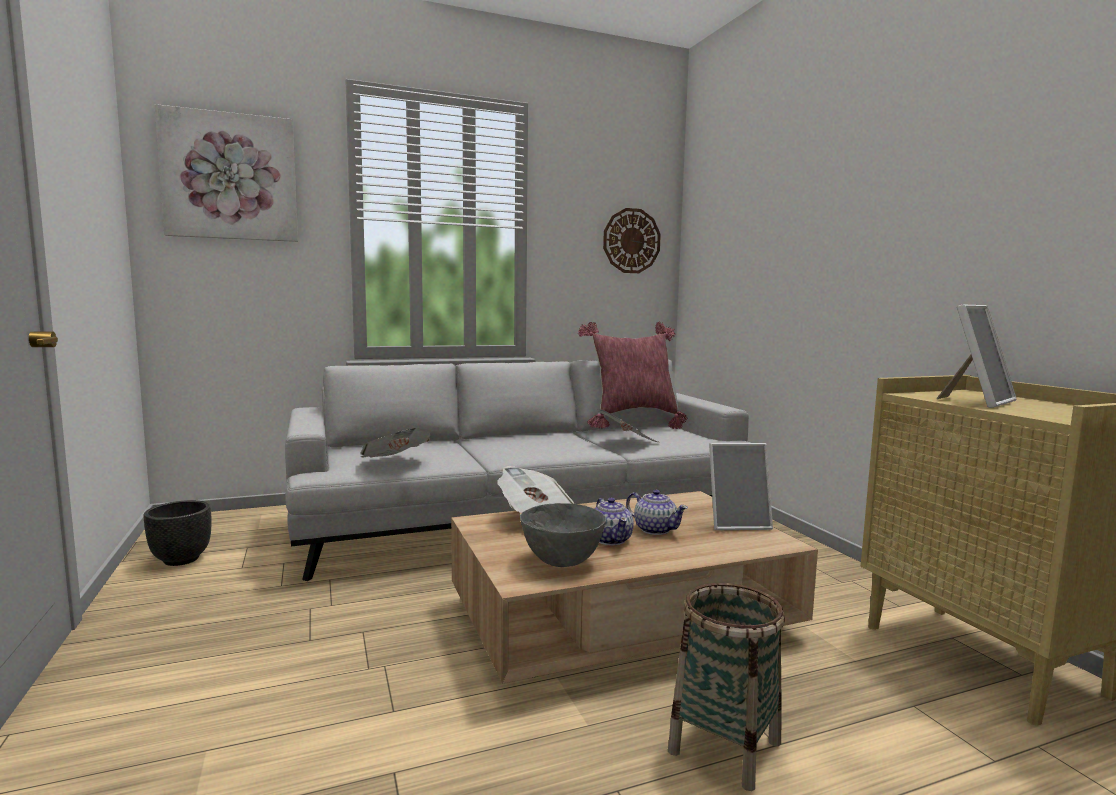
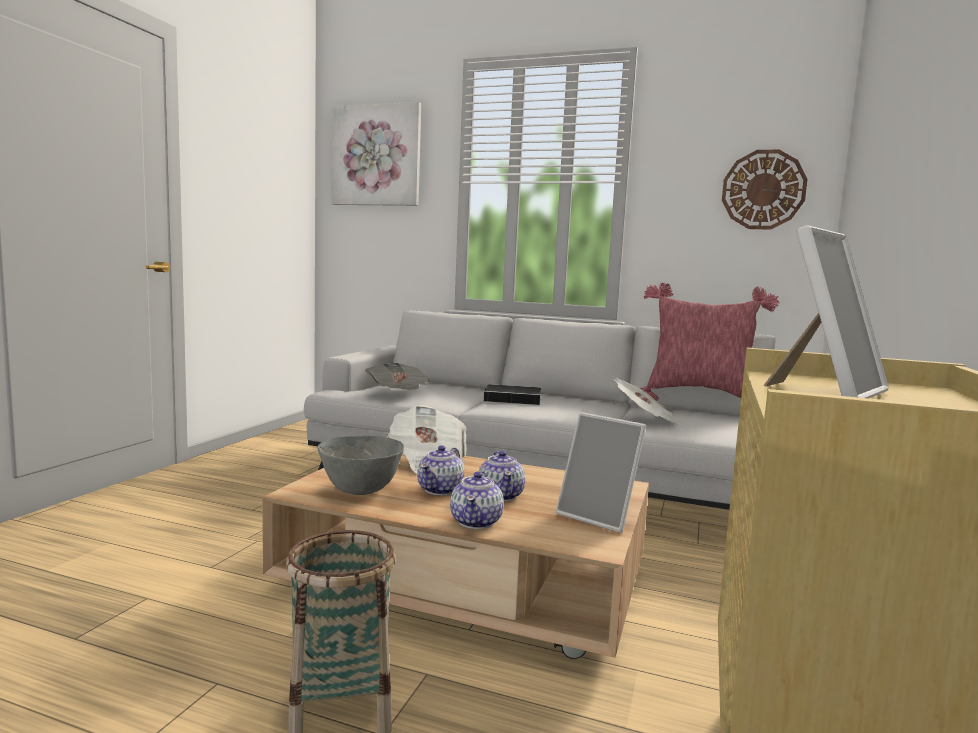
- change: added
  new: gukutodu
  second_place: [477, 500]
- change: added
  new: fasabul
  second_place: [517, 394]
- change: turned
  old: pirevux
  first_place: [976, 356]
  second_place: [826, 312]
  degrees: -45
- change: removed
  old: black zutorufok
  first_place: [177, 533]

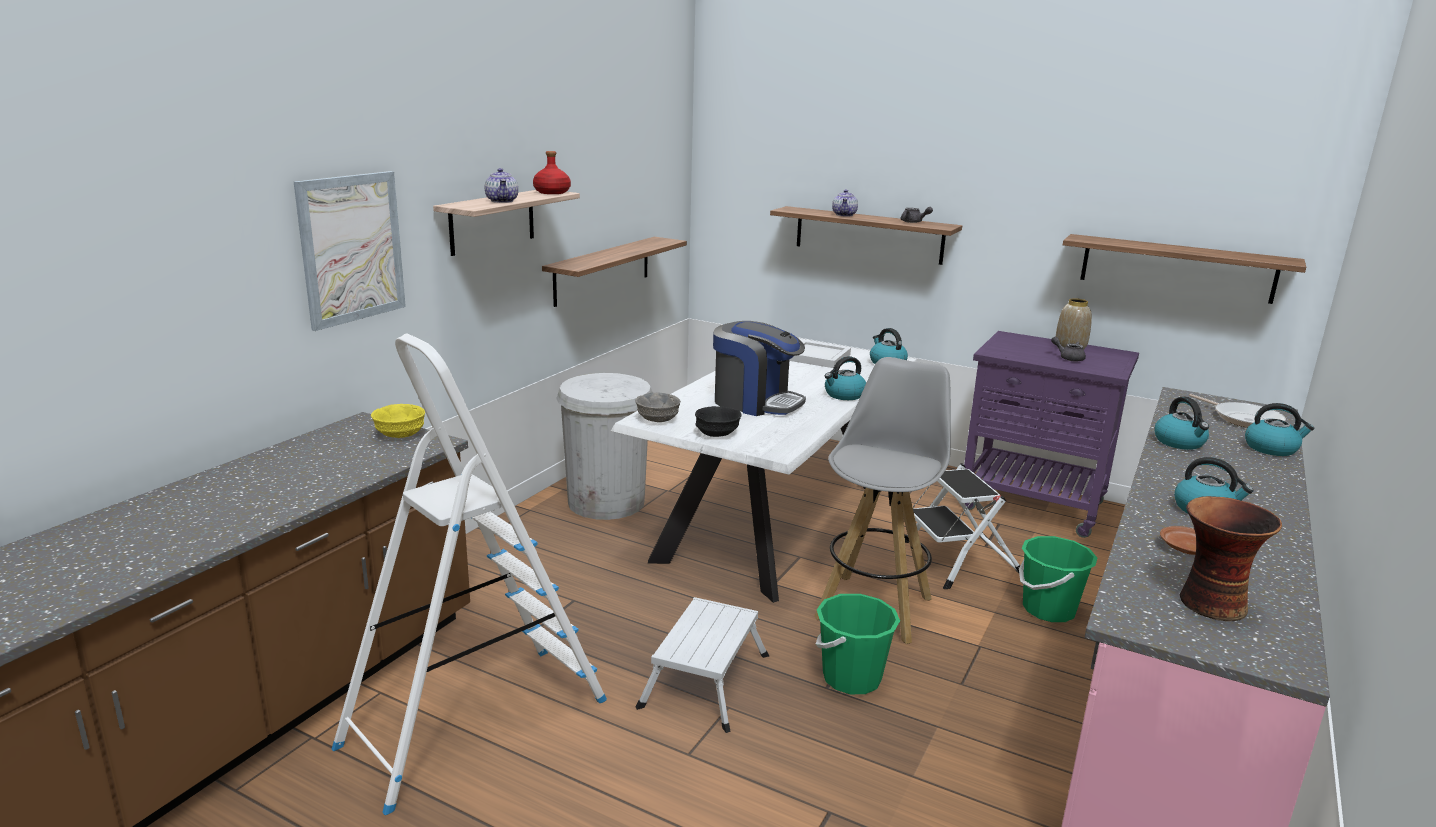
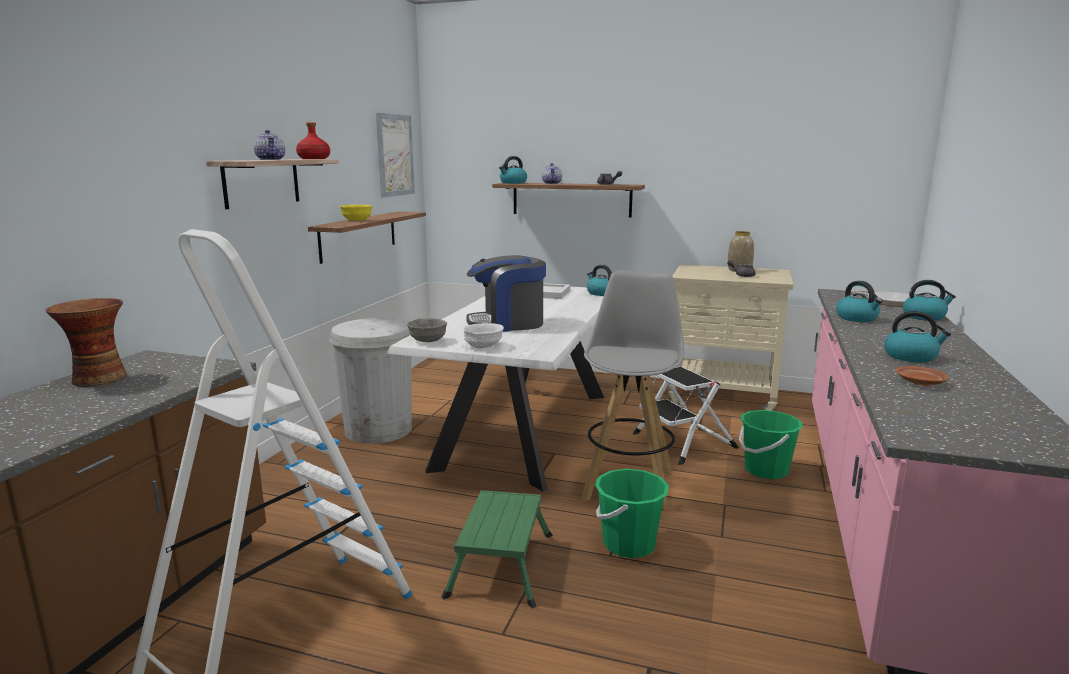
- change: moved
  old: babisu
  first_place: [1231, 558]
  second_place: [86, 342]
- change: moved
  old: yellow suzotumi
  first_place: [398, 421]
  second_place: [356, 212]
- change: moved
  old: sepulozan
  first_place: [350, 251]
  second_place: [395, 155]
- change: recoloured
  old: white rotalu
  new: green rotalu
  first_place: [702, 665]
  second_place: [497, 549]
- change: recoloured
  old: black suzotumi
  new: white suzotumi
  first_place: [718, 421]
  second_place: [483, 335]
- change: turned
  old: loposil
  first_place: [759, 368]
  second_place: [506, 293]
  degrees: 150
- change: moved
  old: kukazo
  first_place: [845, 378]
  second_place: [513, 170]
- change: recoloured
  old: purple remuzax
  new: beige remuzax
  first_place: [1051, 434]
  second_place: [730, 338]
- change: removed
  old: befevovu
  first_place: [1184, 269]

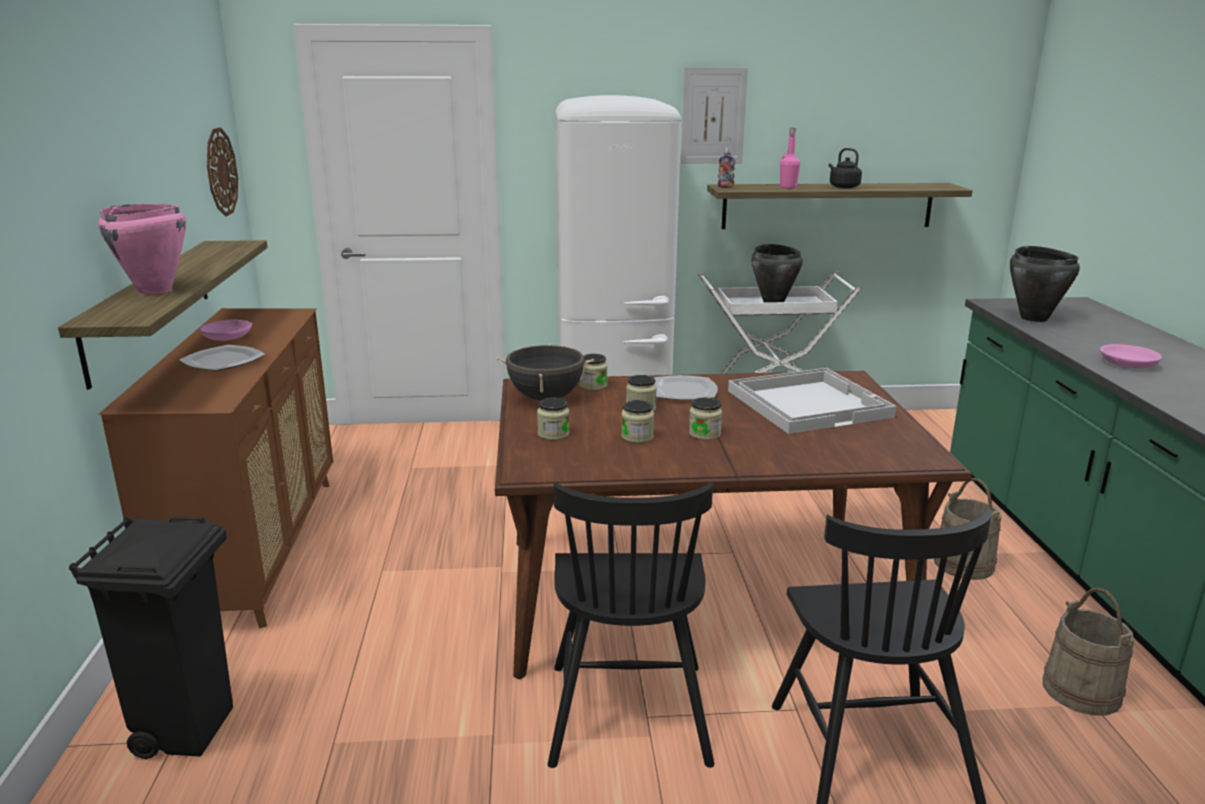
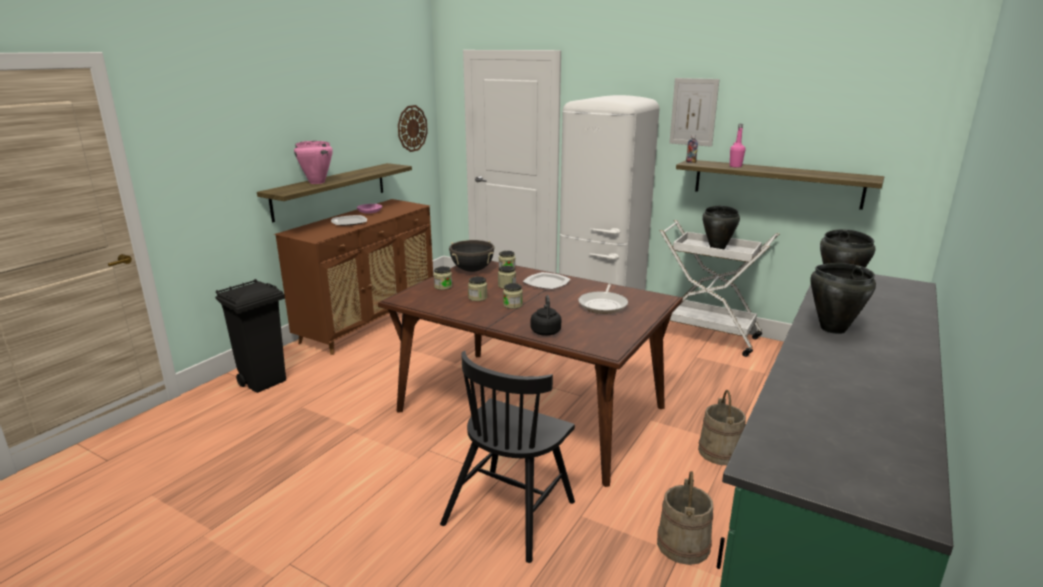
- change: moved
  old: black kukazo
  first_place: [845, 168]
  second_place: [546, 315]
- change: replaced
  old: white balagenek
  new: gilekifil
  first_place: [812, 401]
  second_place: [603, 299]
- change: replaced
  old: pink suzotumi
  new: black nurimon
  first_place: [1131, 356]
  second_place: [843, 298]
- change: removed
  old: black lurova
  first_place: [631, 625]

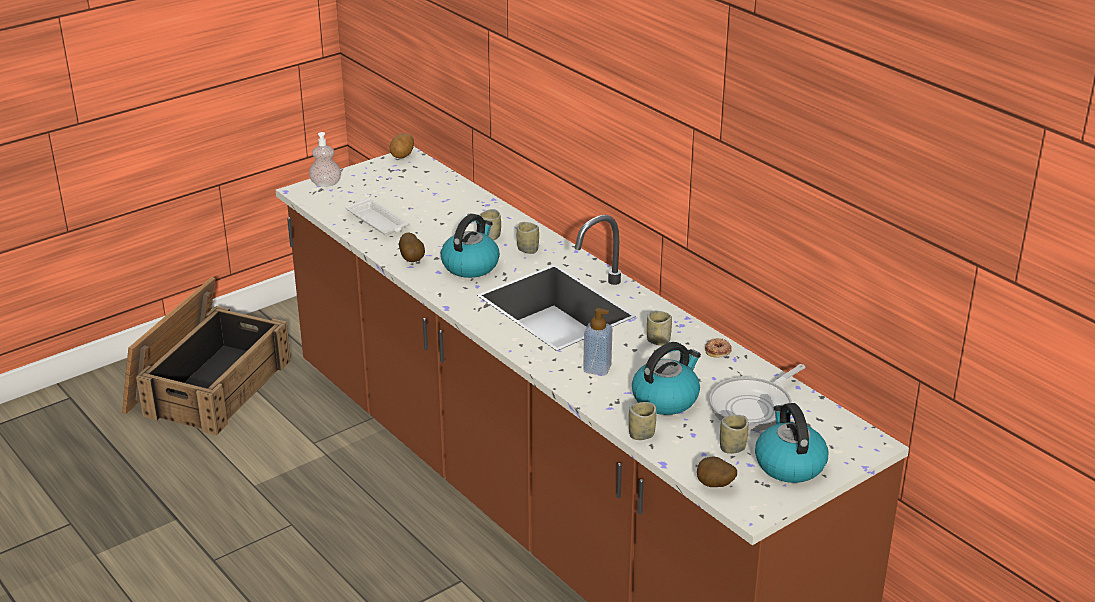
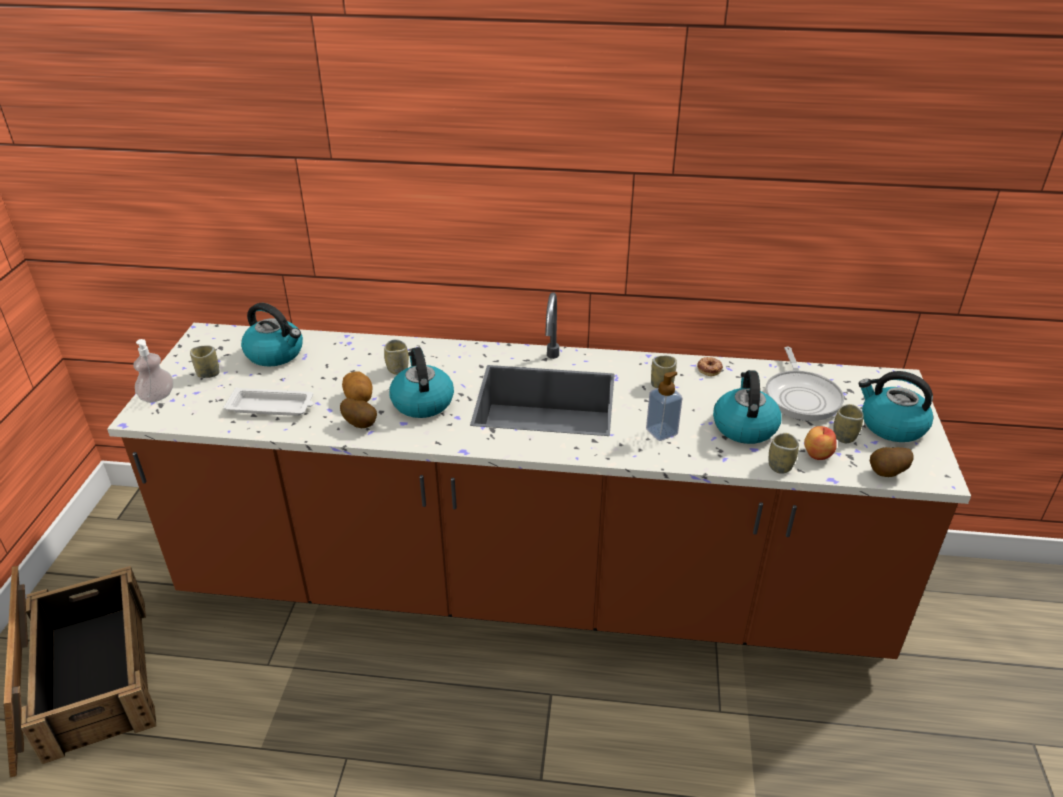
- change: moved
  old: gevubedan
  first_place: [528, 238]
  second_place: [204, 362]
- change: added
  new: kukazo
  second_place: [272, 335]
- change: moved
  old: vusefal
  first_place: [402, 145]
  second_place: [357, 386]
- change: added
  new: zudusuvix
  second_place: [820, 443]

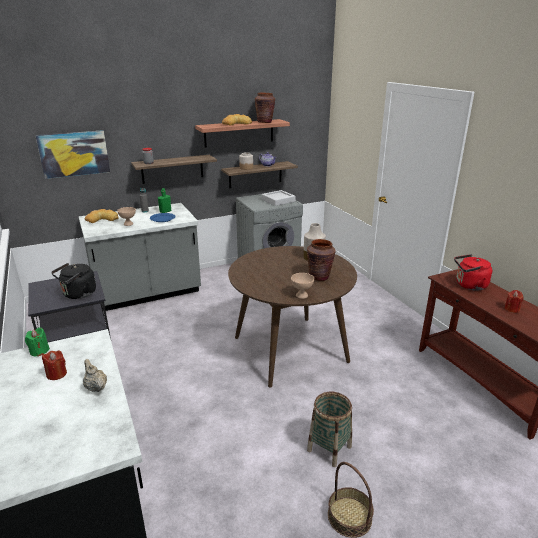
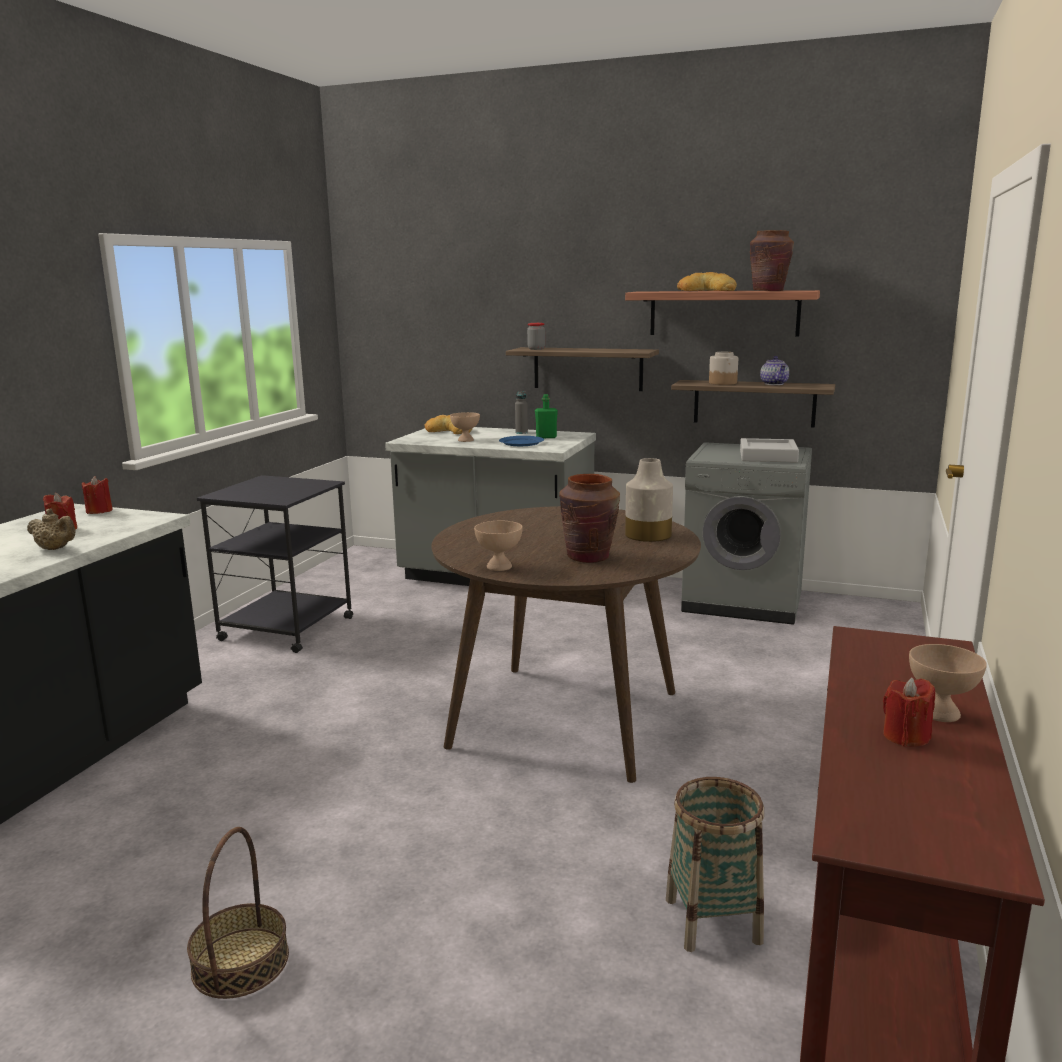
- change: turned
  old: beige gukutodu
  first_place: [95, 375]
  second_place: [51, 529]
  degrees: 105
- change: recoloured
  old: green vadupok
  new: red vadupok
  first_place: [37, 342]
  second_place: [97, 495]
- change: moved
  old: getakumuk
  first_place: [329, 429]
  second_place: [715, 864]
- change: added
  new: beige suzotumi
  second_place: [948, 683]
- change: removed
  old: sepulozan
  first_place: [72, 154]
- change: removed
  old: black kukazo
  first_place: [73, 281]
- change: removed
  old: red kukazo
  first_place: [473, 272]

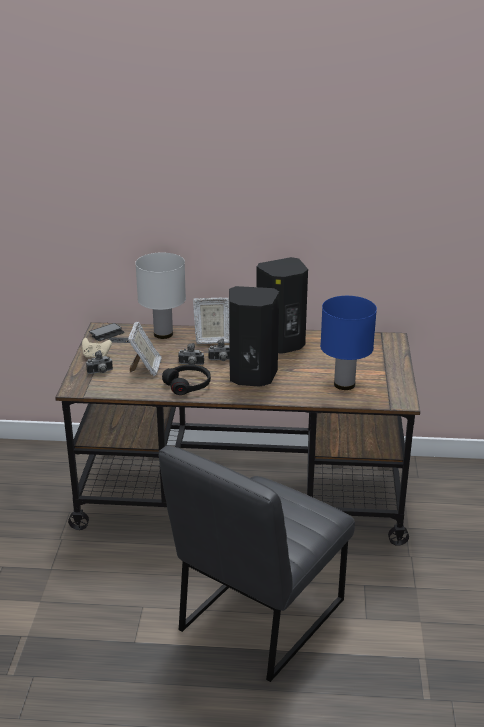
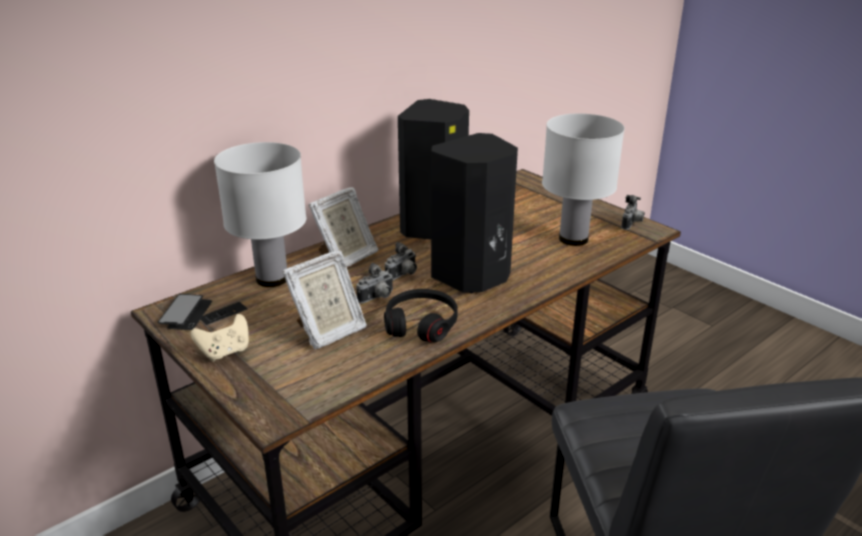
- change: turned
  old: pirevux
  first_place: [145, 349]
  second_place: [324, 300]
  degrees: 90
- change: recoloured
  old: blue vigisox
  new: white vigisox
  first_place: [348, 343]
  second_place: [583, 179]
- change: moved
  old: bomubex
  first_place: [99, 362]
  second_place: [633, 212]

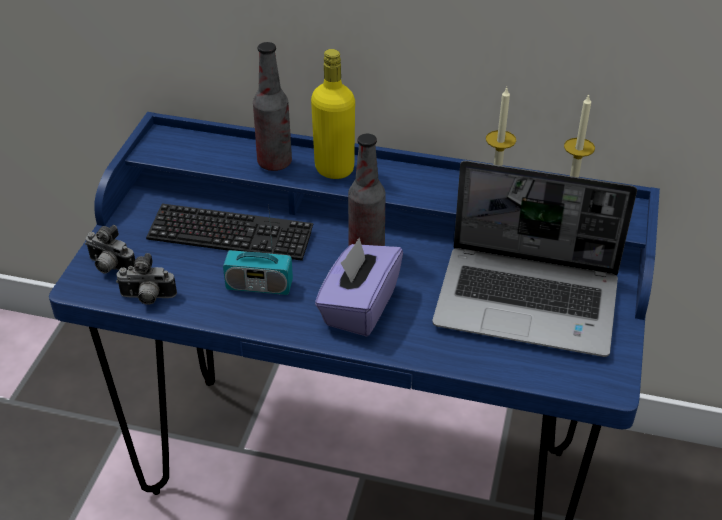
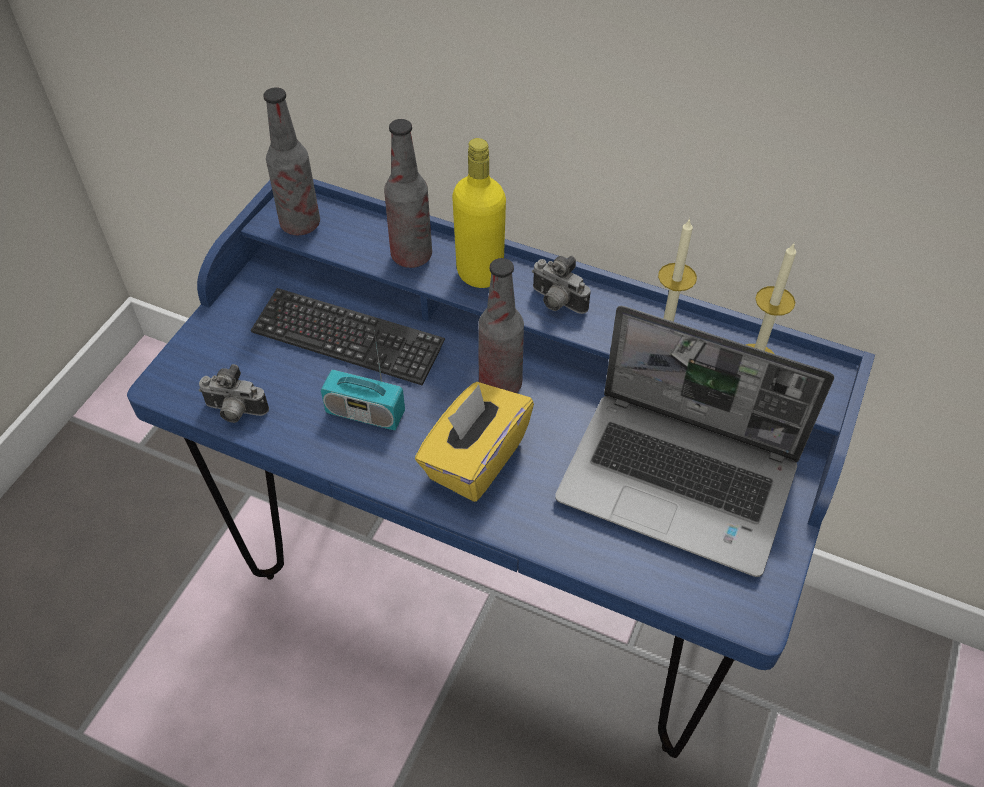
- change: added
  new: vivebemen
  second_place: [291, 161]
- change: recoloured
  old: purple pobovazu
  new: yellow pobovazu
  first_place: [359, 287]
  second_place: [474, 442]
- change: moved
  old: bomubex
  first_place: [110, 249]
  second_place: [561, 285]

